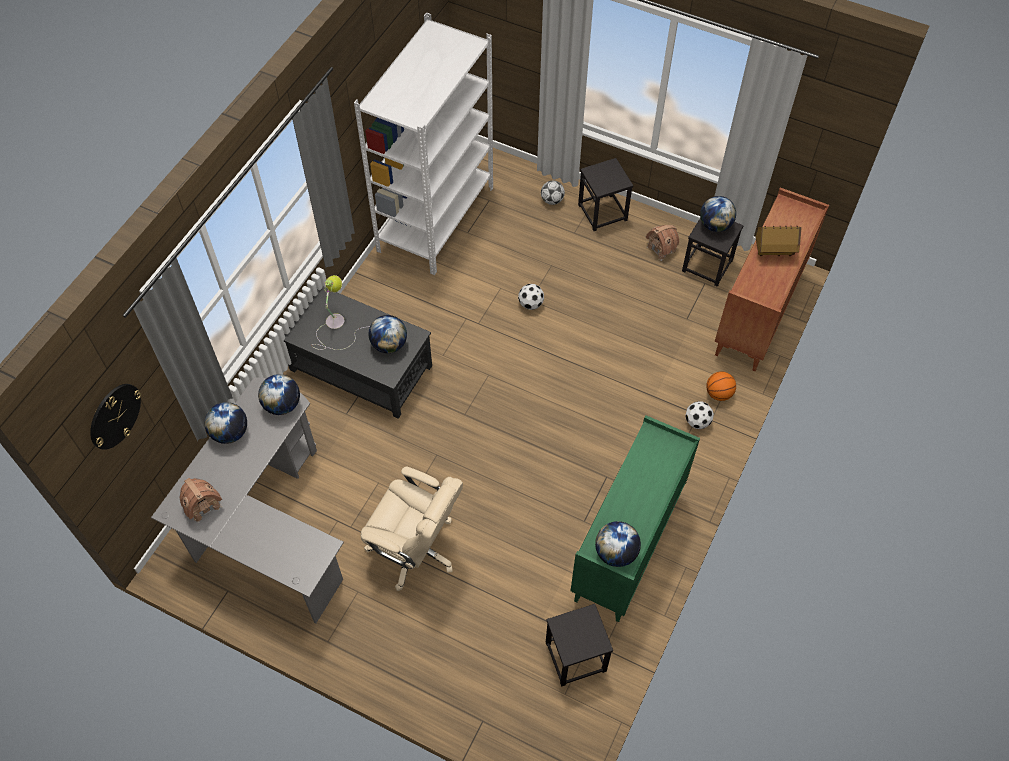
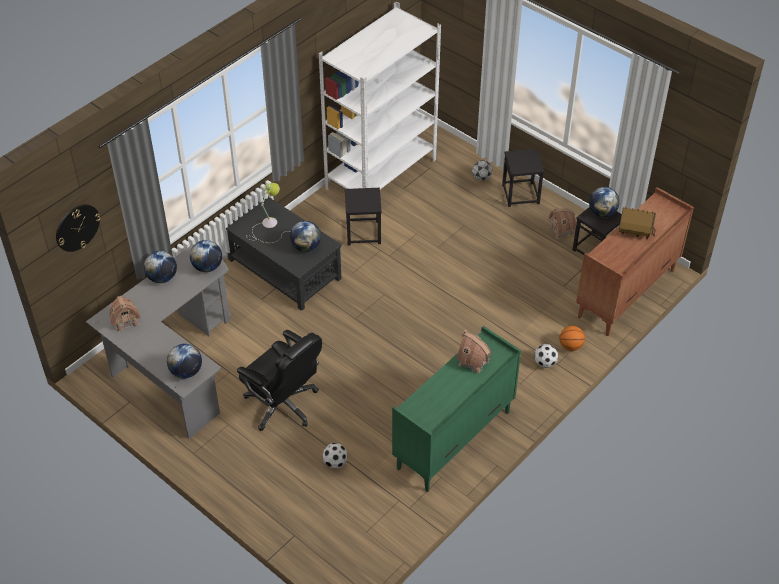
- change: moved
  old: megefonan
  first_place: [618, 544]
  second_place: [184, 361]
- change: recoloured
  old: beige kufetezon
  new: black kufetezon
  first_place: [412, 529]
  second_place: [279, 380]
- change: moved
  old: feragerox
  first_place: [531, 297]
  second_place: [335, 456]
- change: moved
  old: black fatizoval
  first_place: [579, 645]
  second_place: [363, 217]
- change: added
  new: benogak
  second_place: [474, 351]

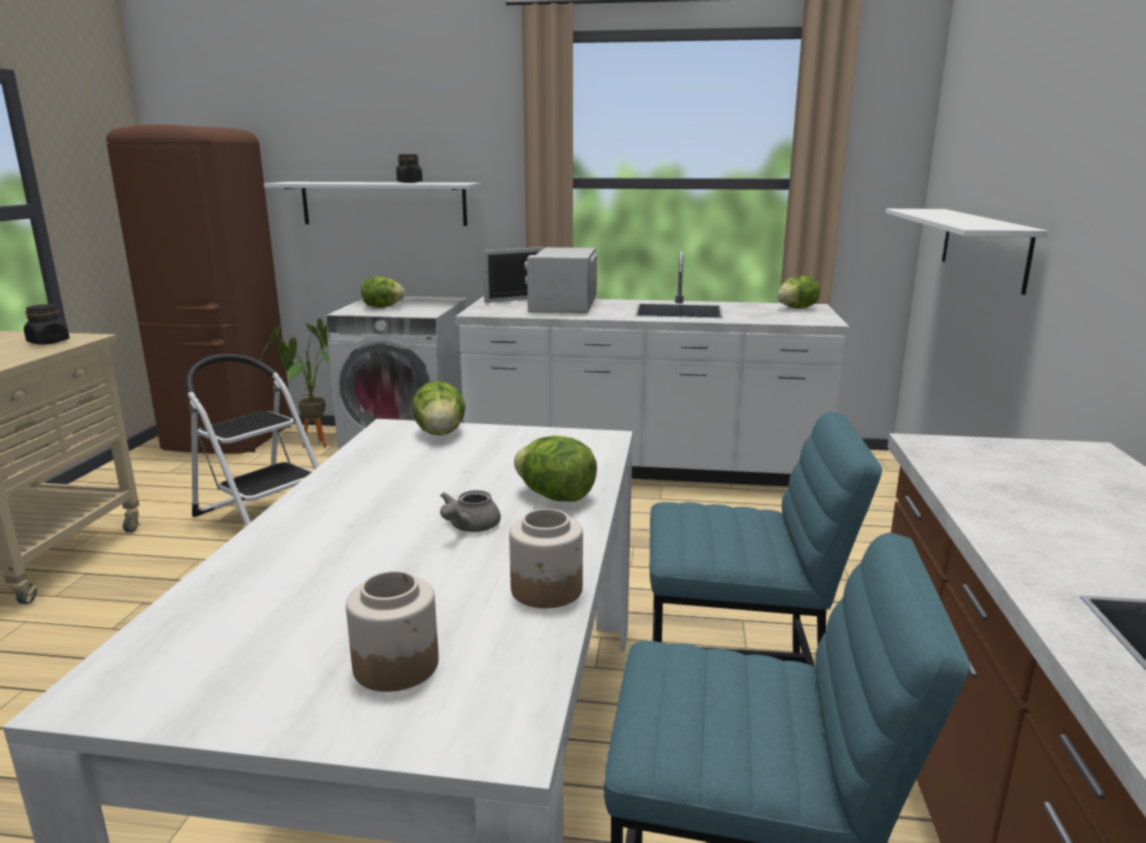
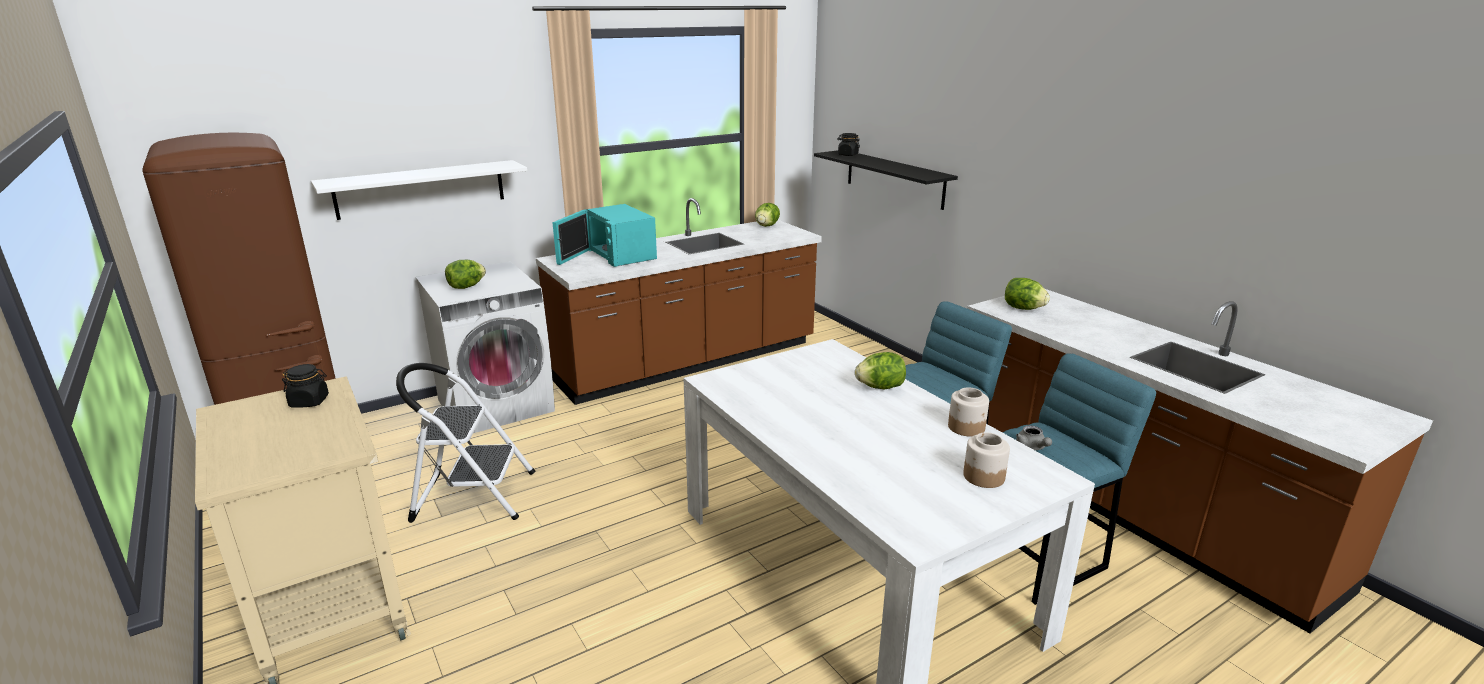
- change: recoloured
  old: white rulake
  new: brown rulake
  first_place: [652, 369]
  second_place: [679, 301]
- change: recoloured
  old: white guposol
  new: turquoise guposol
  first_place: [540, 280]
  second_place: [605, 235]
- change: recoloured
  old: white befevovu
  new: black befevovu
  first_place: [967, 252]
  second_place: [886, 180]
- change: moved
  old: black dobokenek
  first_place: [409, 168]
  second_place: [848, 144]
- change: moved
  old: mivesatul
  first_place: [439, 408]
  second_place: [1027, 294]
- change: moved
  old: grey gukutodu
  first_place: [470, 511]
  second_place: [1034, 438]
- change: removed
  old: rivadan
  first_place: [294, 383]

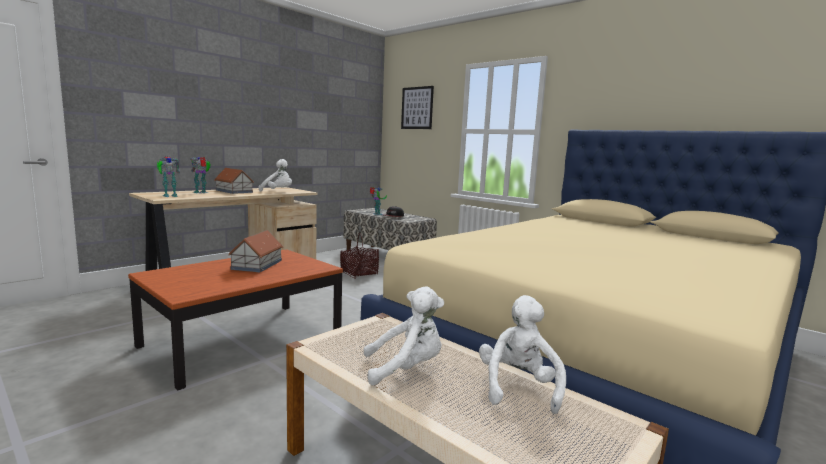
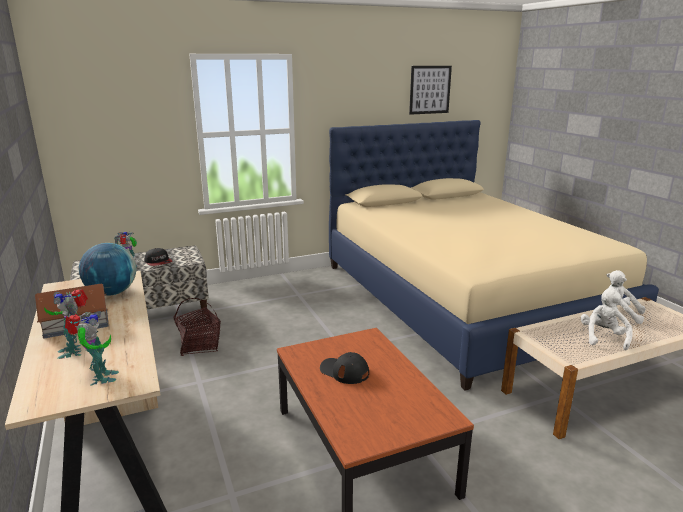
- change: replaced
  old: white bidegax
  new: megefonan
  first_place: [275, 175]
  second_place: [107, 269]
- change: replaced
  old: benogak
  new: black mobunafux
  first_place: [255, 251]
  second_place: [344, 368]
- change: moved
  old: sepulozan
  first_place: [417, 107]
  second_place: [430, 90]

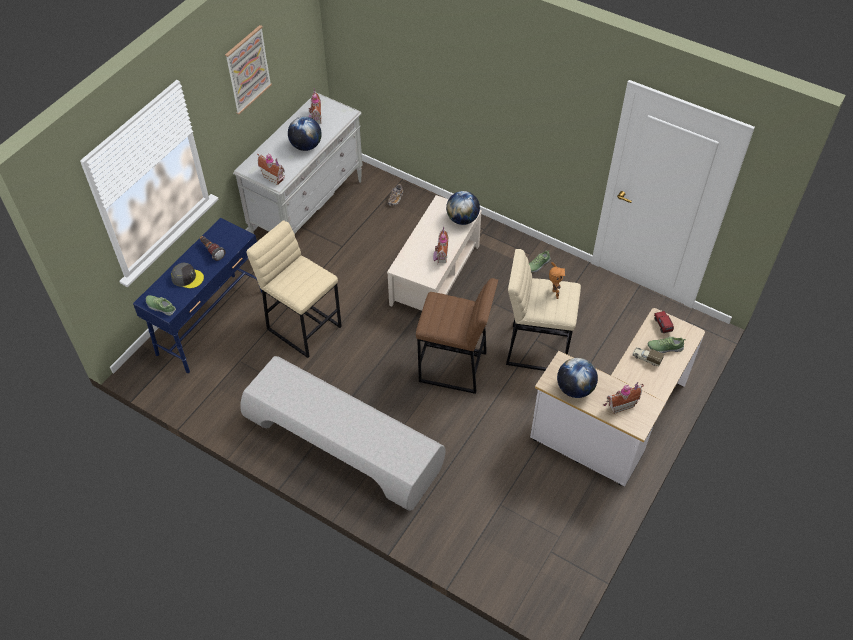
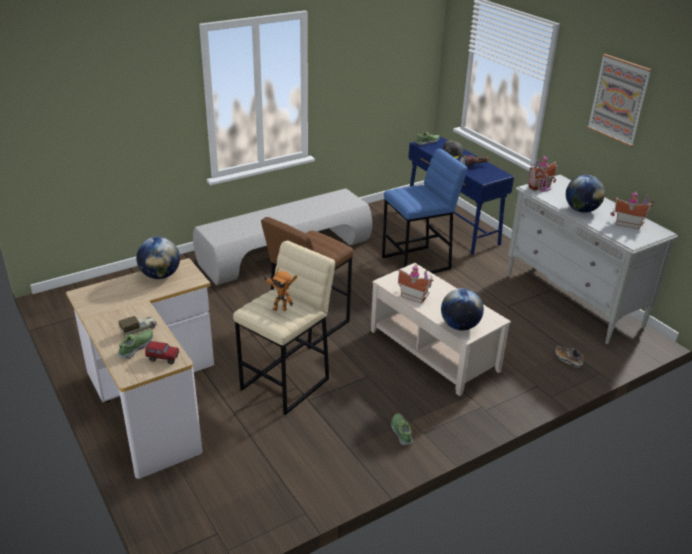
- change: recoloured
  old: beige fatizoval
  new: blue fatizoval
  first_place: [294, 289]
  second_place: [424, 211]
- change: removed
  old: benogak
  first_place: [623, 398]

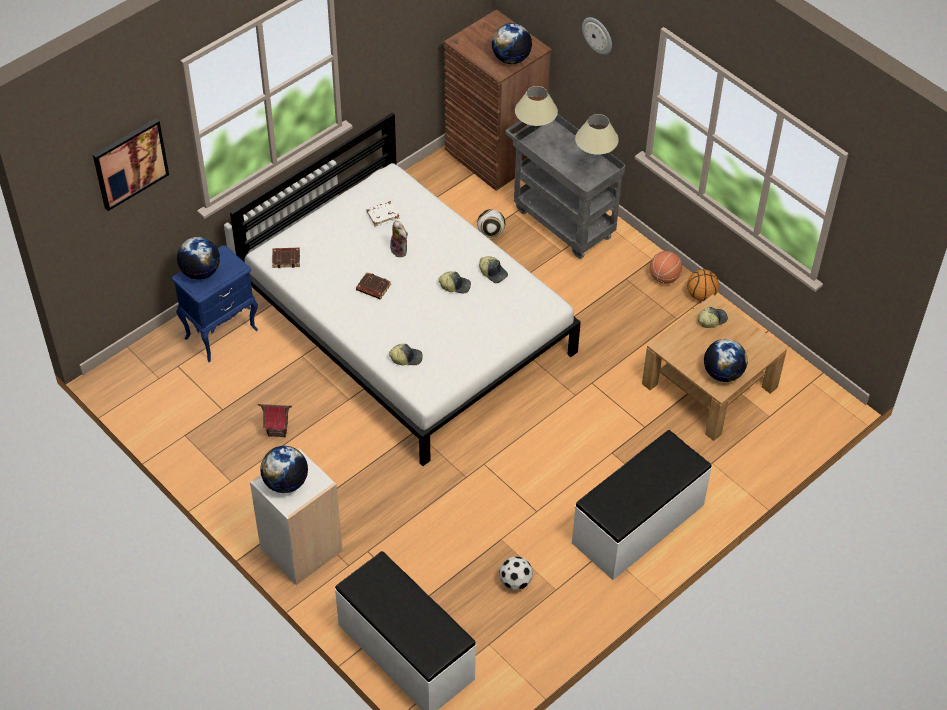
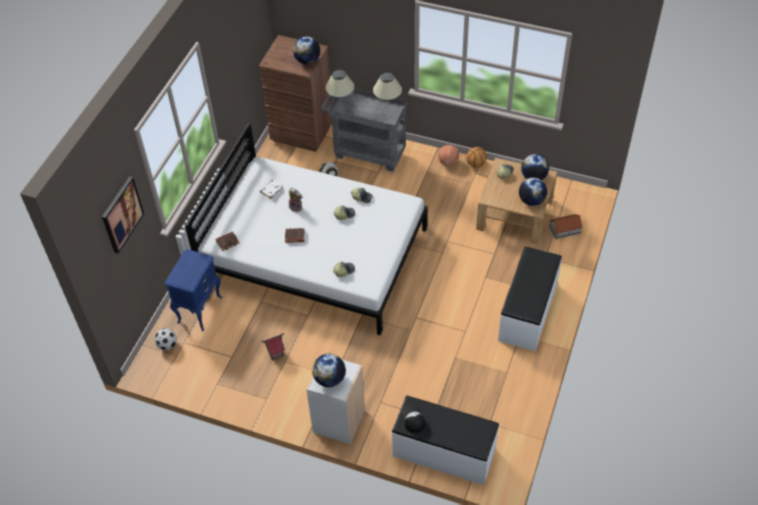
- change: moved
  old: feragerox
  first_place: [516, 573]
  second_place: [165, 339]
- change: added
  new: mobunafux
  second_place: [413, 419]
- change: moved
  old: megefonan
  first_place: [198, 258]
  second_place: [535, 167]
- change: added
  new: benogak
  second_place: [566, 226]
- change: removed
  old: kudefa
  first_place: [597, 36]

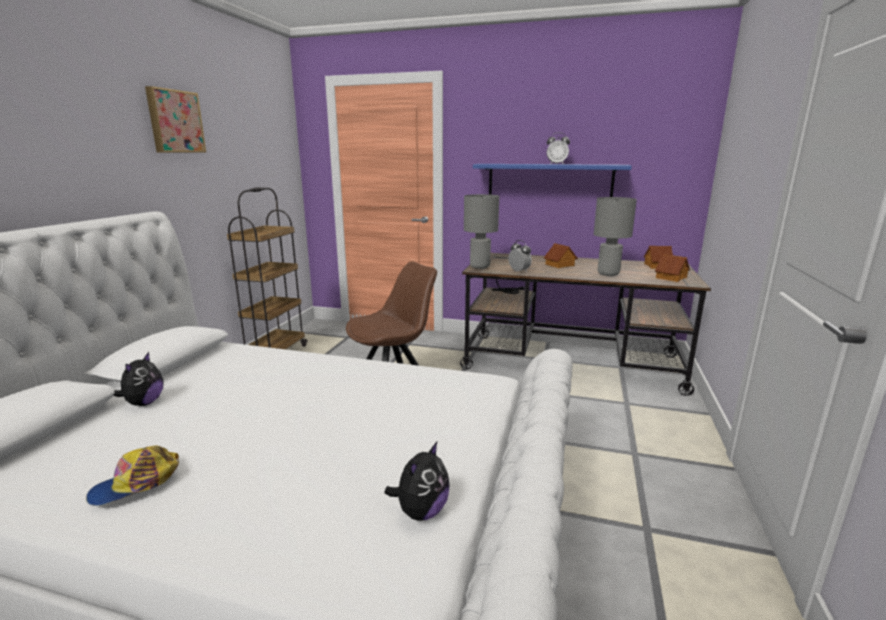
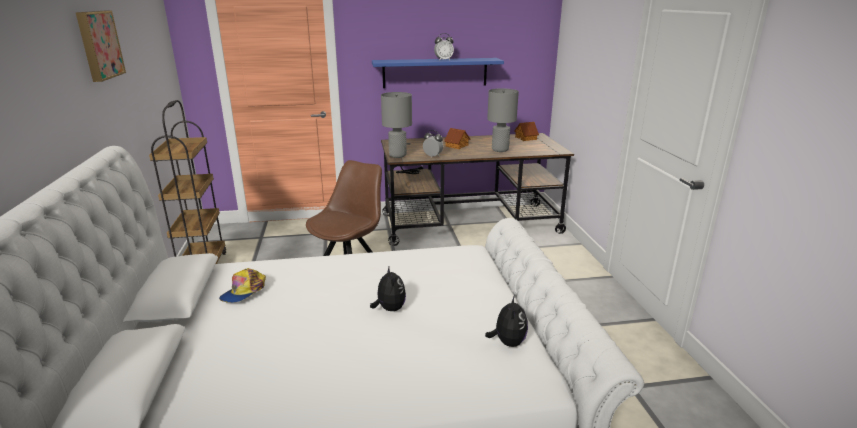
- change: moved
  old: mobunafux
  first_place: [132, 476]
  second_place: [242, 285]
- change: moved
  old: bidegax
  first_place: [138, 379]
  second_place: [388, 288]
- change: removed
  old: benogak
  first_place: [672, 268]

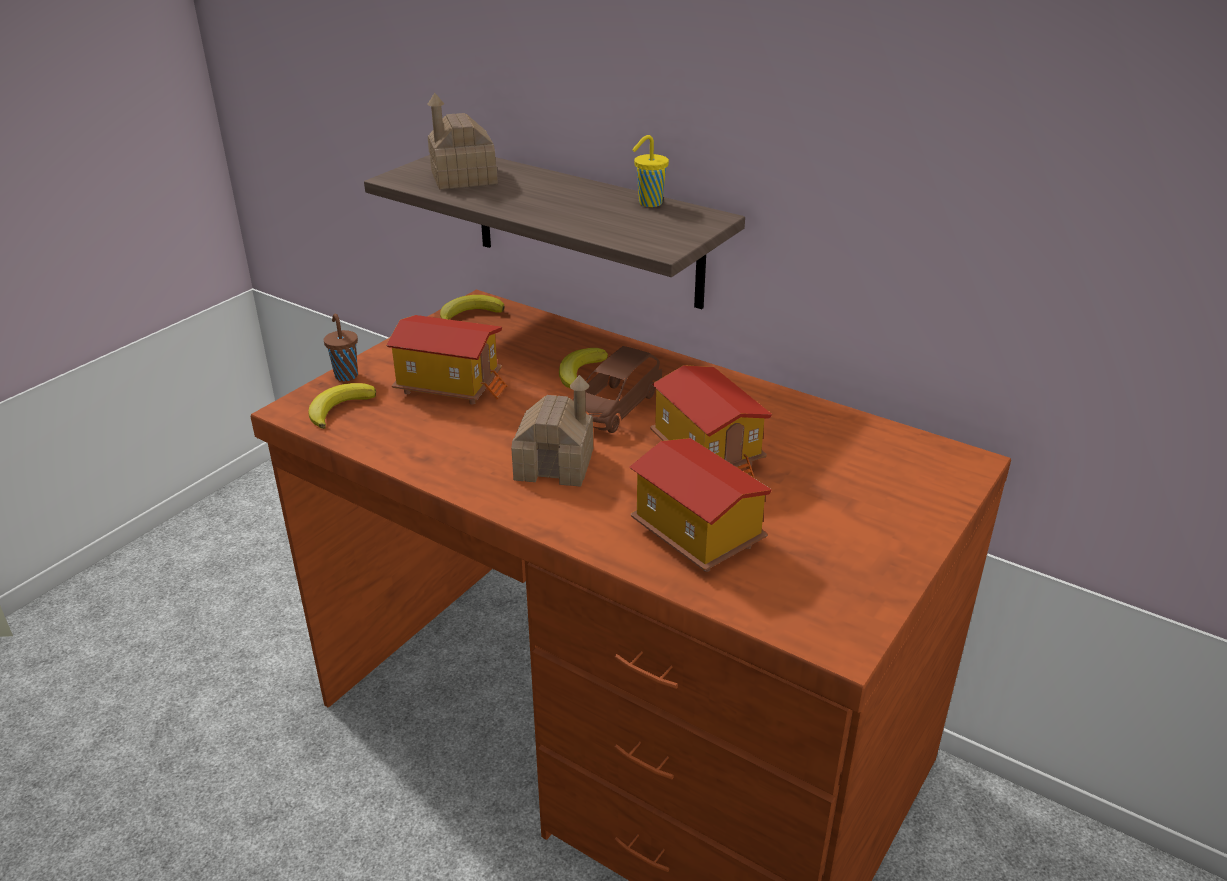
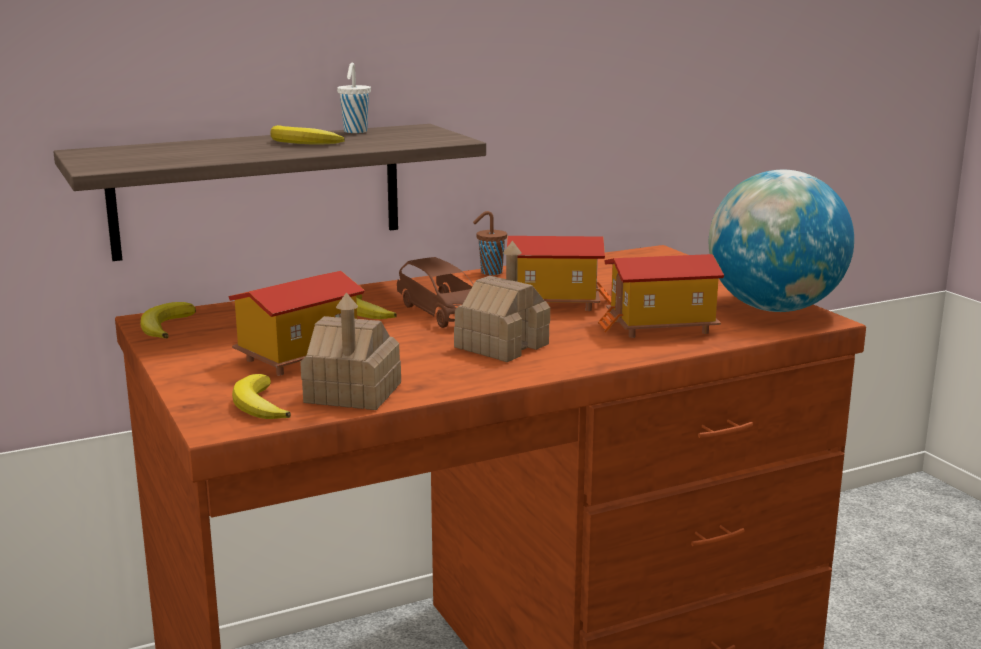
- change: added
  new: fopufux
  second_place: [308, 135]
- change: moved
  old: benogak
  first_place: [462, 141]
  second_place: [350, 351]
- change: recoloured
  old: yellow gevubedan
  new: white gevubedan
  first_place: [650, 171]
  second_place: [354, 97]
- change: moved
  old: brown gevubedan
  first_place: [341, 347]
  second_place: [490, 243]
- change: added
  new: megefonan
  second_place: [781, 241]

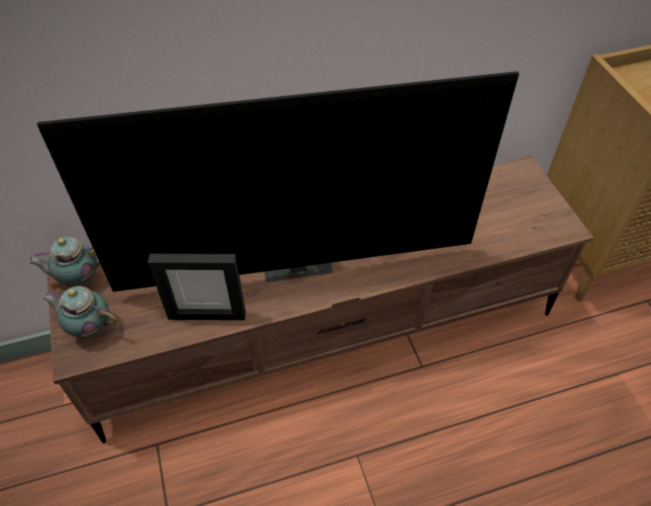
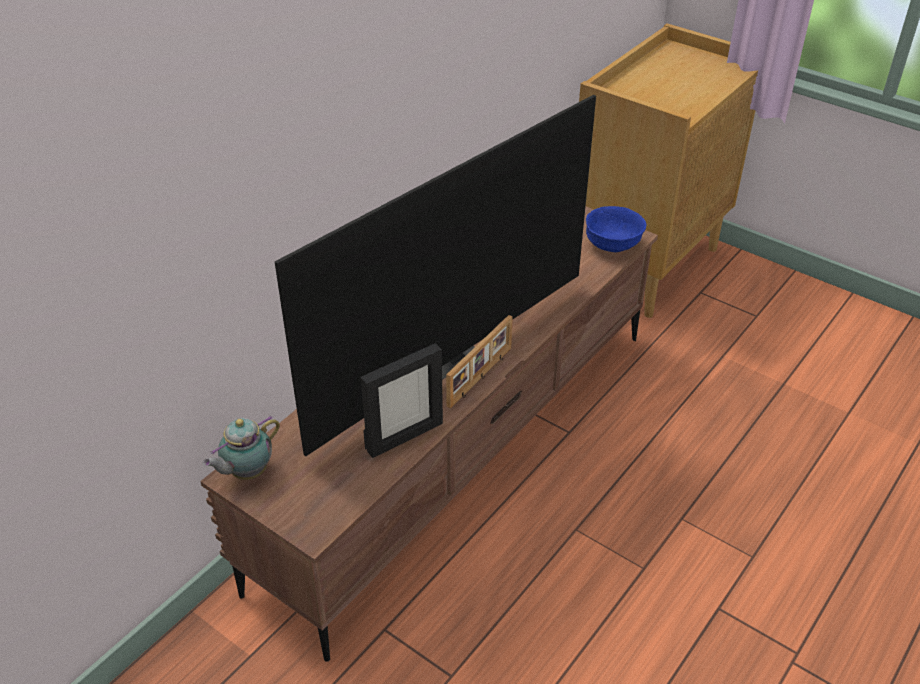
- change: added
  new: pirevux
  second_place: [479, 362]
- change: added
  new: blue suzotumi
  second_place: [616, 229]
- change: removed
  old: gukutodu
  first_place: [79, 312]

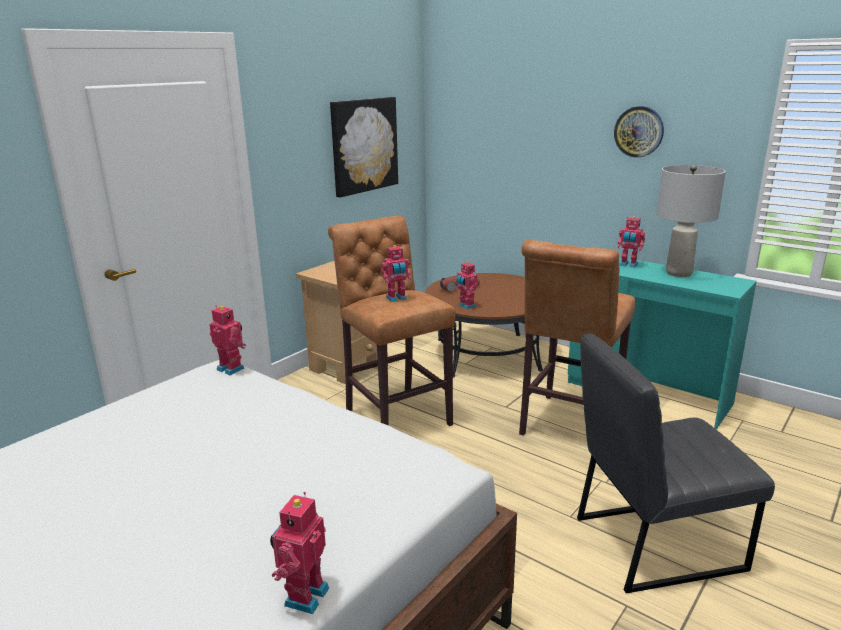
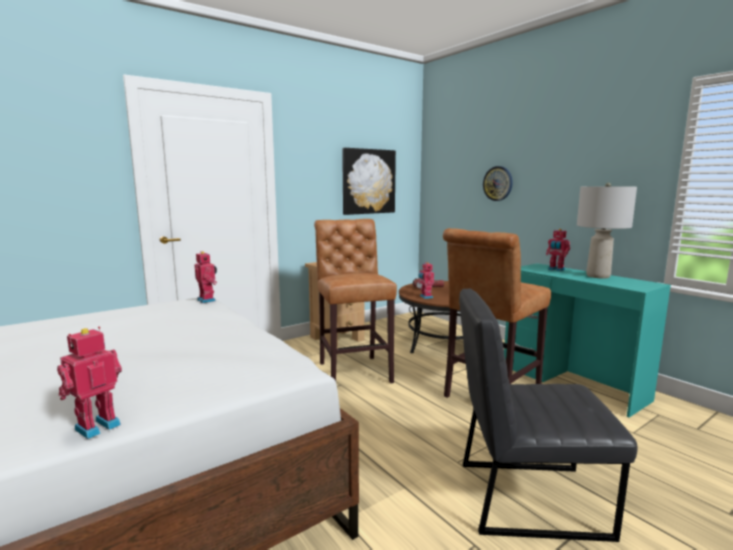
- change: moved
  old: kudefa
  first_place: [639, 132]
  second_place: [498, 183]
- change: removed
  old: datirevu
  first_place: [396, 273]

